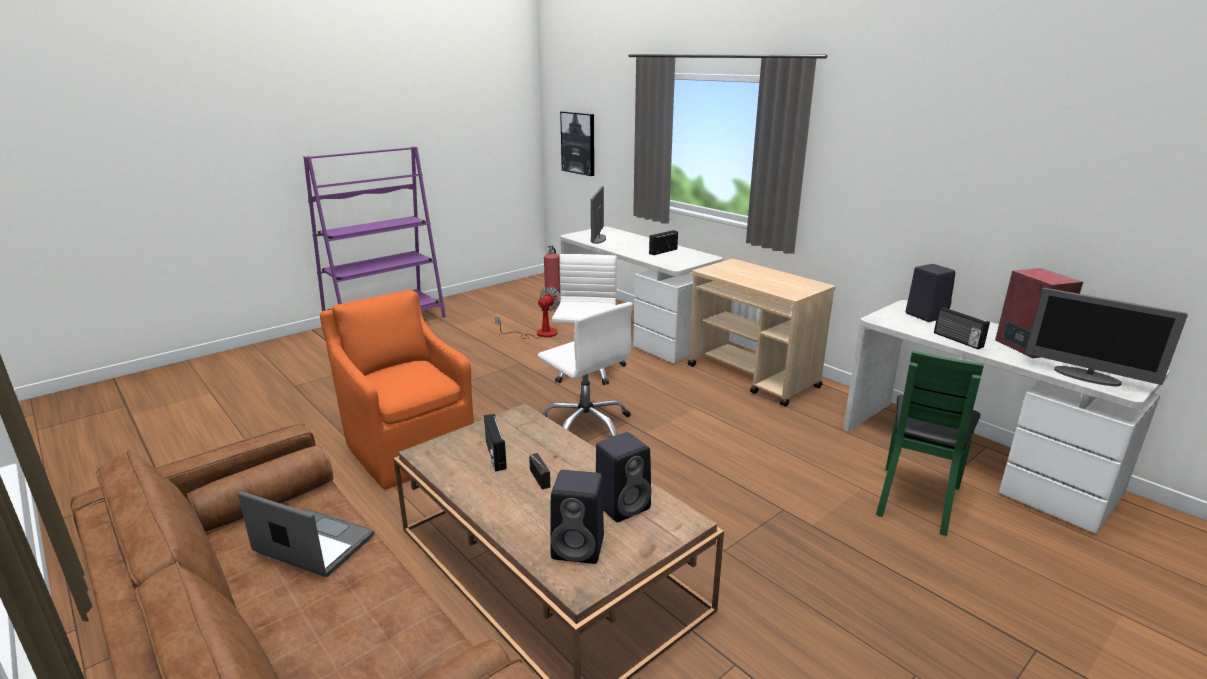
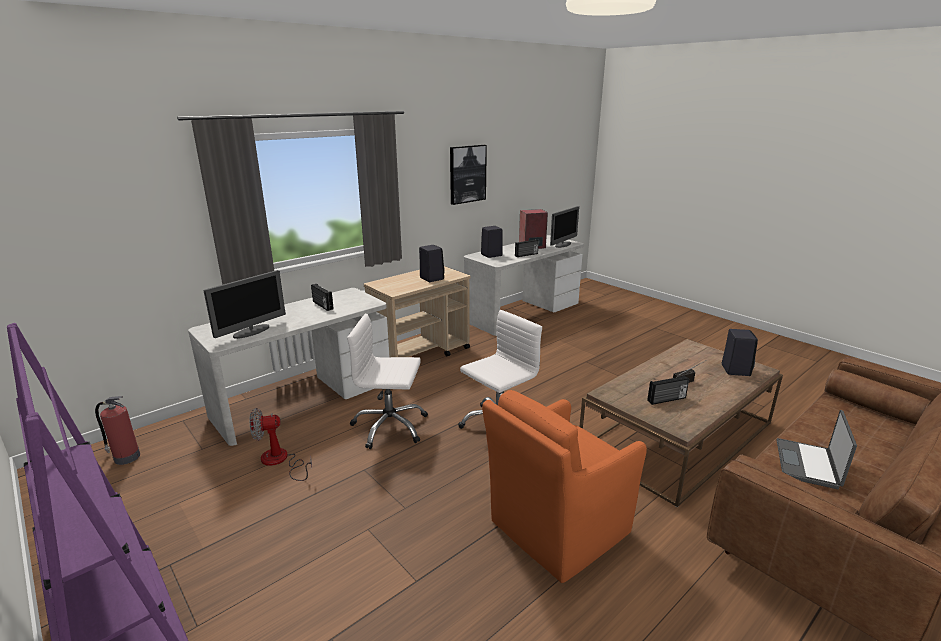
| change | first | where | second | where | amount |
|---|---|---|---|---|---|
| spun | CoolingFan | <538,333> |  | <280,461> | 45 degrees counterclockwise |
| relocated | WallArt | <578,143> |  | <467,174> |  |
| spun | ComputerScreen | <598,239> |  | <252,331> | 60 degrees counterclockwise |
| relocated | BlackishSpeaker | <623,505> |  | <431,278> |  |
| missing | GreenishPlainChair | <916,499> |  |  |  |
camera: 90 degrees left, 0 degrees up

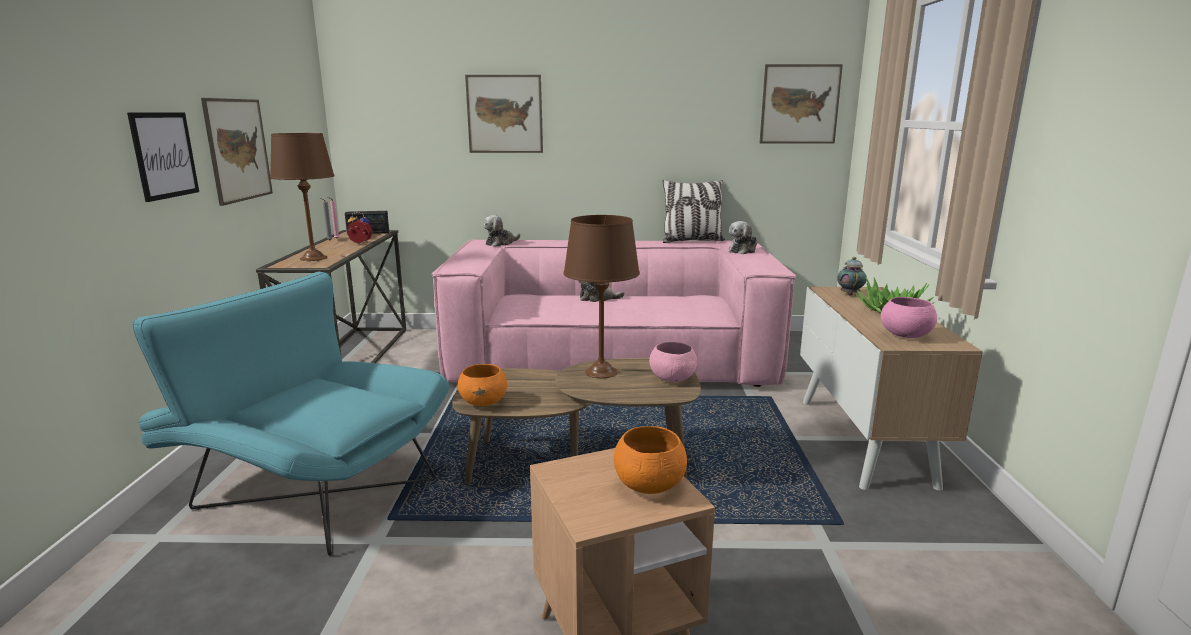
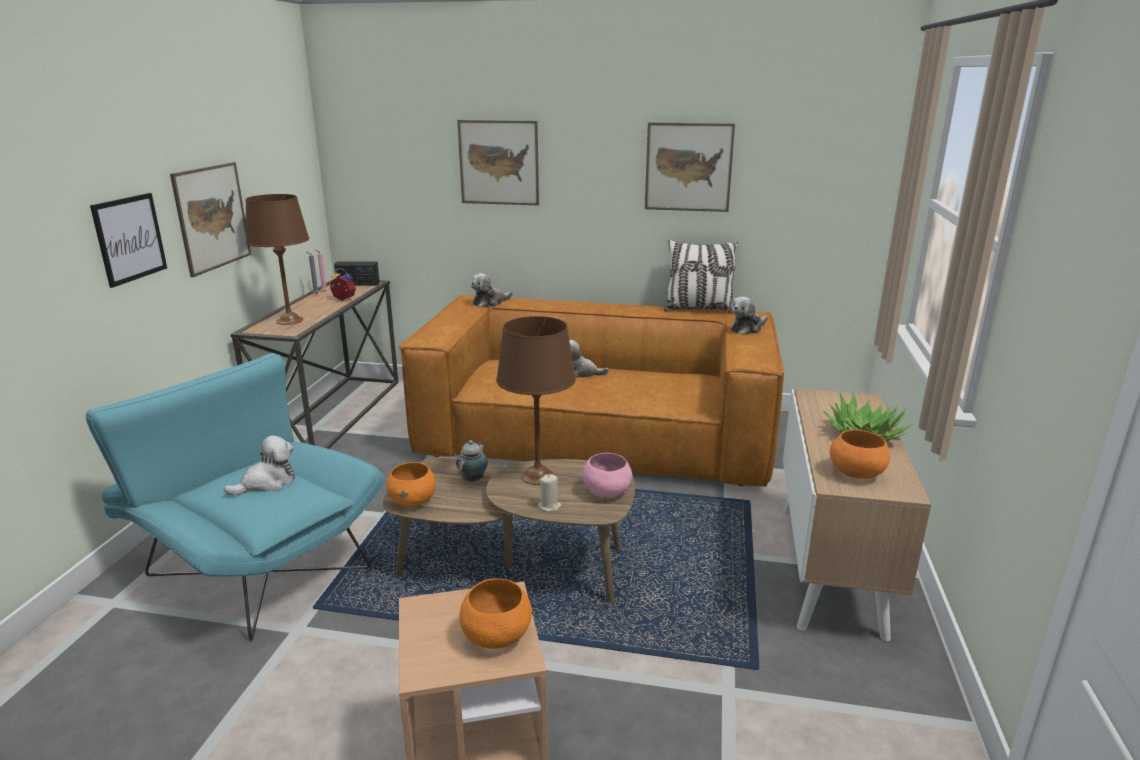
| change | first | where | second | where | amount |
|---|---|---|---|---|---|
| colour | PinkishCouch | <611,358> | BrownColouredCouch | <596,435> |  |
| relocated | WallArt | <800,104> |  | <688,167> |  |
| relocated | PotForTea | <849,294> |  | <473,479> |  |
| colour | PinkishDeepDish | <906,336> | OrangeColouredDeepDish | <856,474> |  |
| appeared |  |  | SoftToy | <267,483> |  |
| appeared |  |  | SandColouredWaxLight | <549,506> |  |
camera: 10 degrees right, 5 degrees up

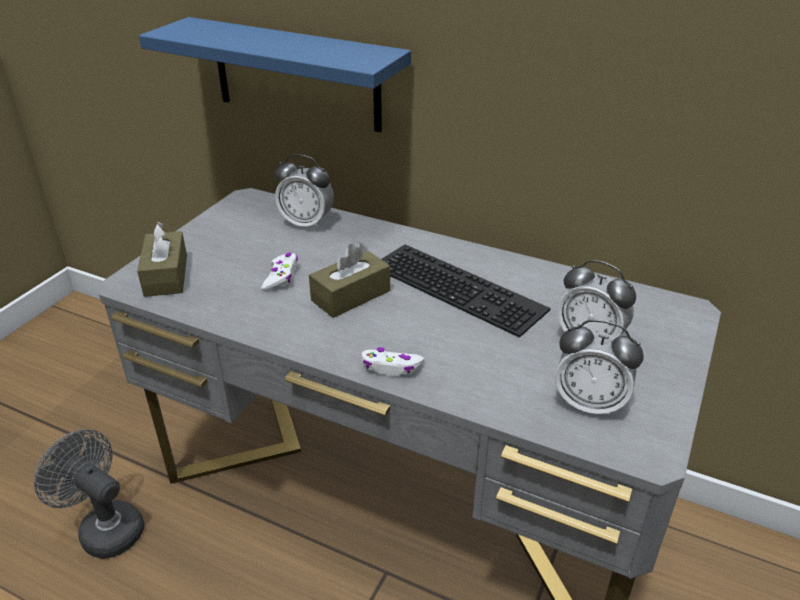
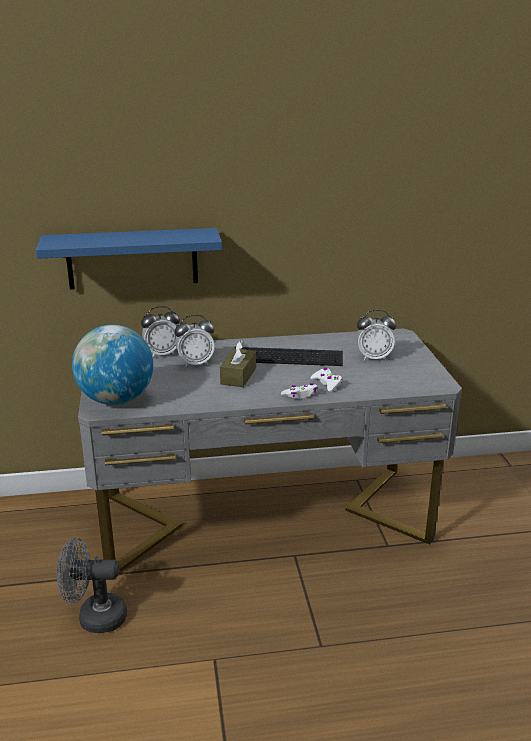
| change | first | where | second | where | amount |
|---|---|---|---|---|---|
| exchanged | BrownColouredTissueBox | <166,275> | DeskGlobe | <116,400> |  |
| relocated | WhiteJoypad | <281,277> |  | <327,383> |  |
| relocated | BedsideClock | <589,404> |  | <195,363> |  |
camera: 35 degrees left, 10 degrees down

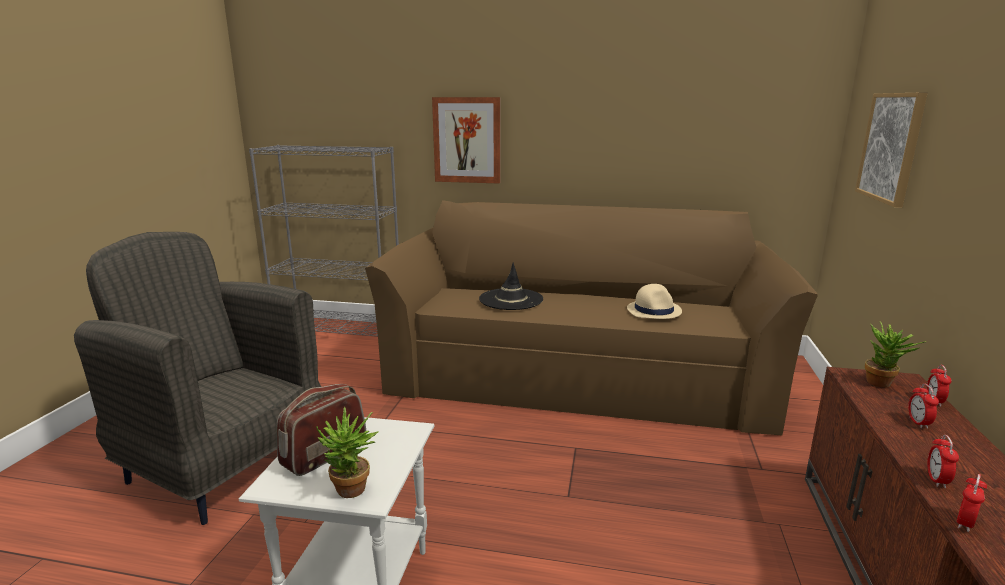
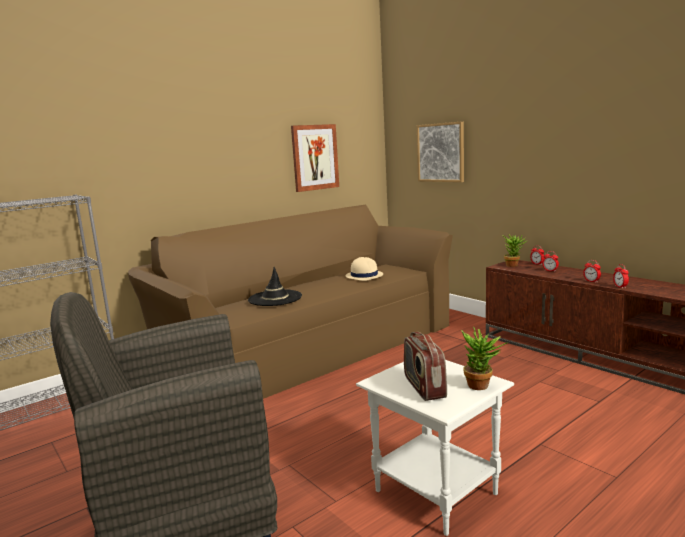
| change | first | where | second | where | amount |
|---|---|---|---|---|---|
| relocated | WallArt | <467,140> |  | <315,157> |  |
camera: 50 degrees left, 5 degrees down

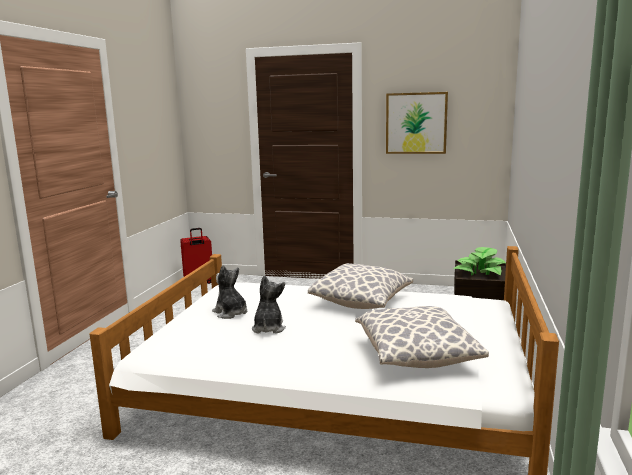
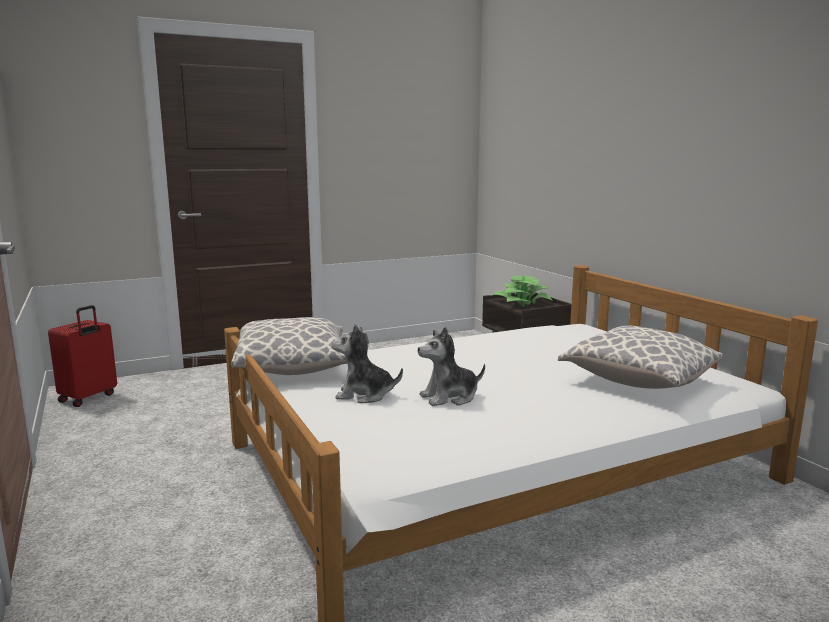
| change | first | where | second | where | amount |
|---|---|---|---|---|---|
| spun | SoftToy | <268,328> |  | <449,397> | 75 degrees counterclockwise |
| relocated | Pillow | <361,302> |  | <293,368> |  |
| missing | WallArt | <416,123> |  |  |  |
camera: 40 degrees left, 0 degrees up

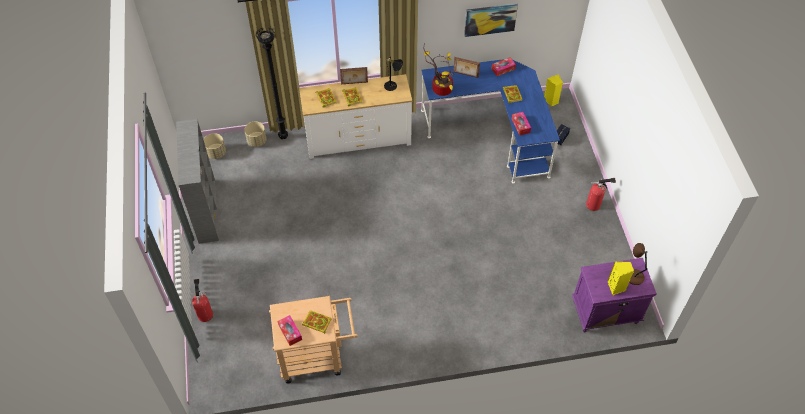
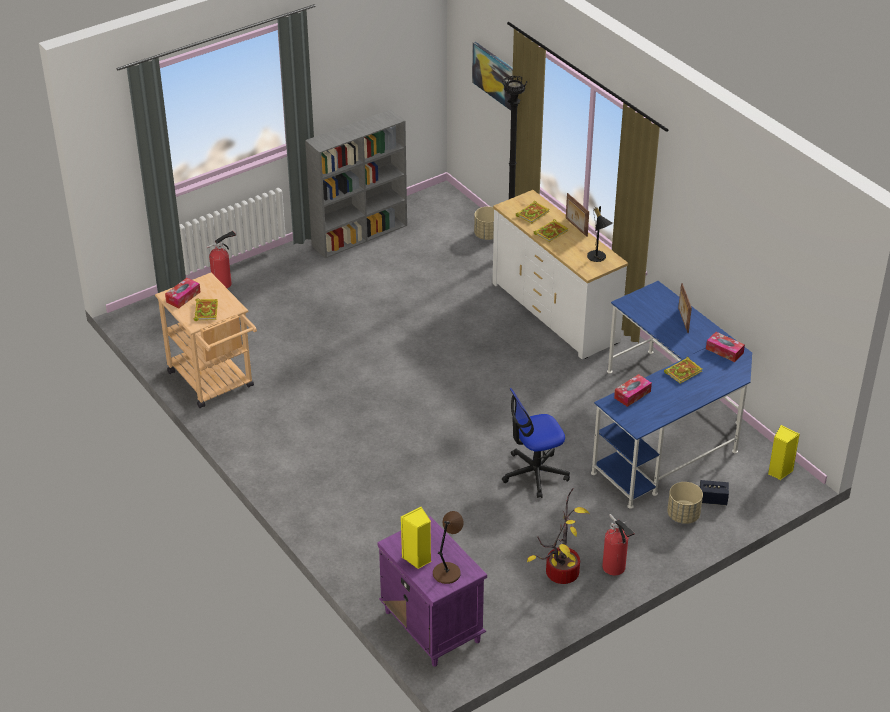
| change | first | where | second | where | amount |
|---|---|---|---|---|---|
| relocated | SandColouredFlowerPot | <216,153> |  | <683,515> |  |
| relocated | PottedPlant | <440,89> |  | <561,570> |  |
| relocated | WallArt | <490,19> |  | <495,76> |  |
| appeared |  |  | DeskChair | <534,473> |  |
camera: 65 degrees right, 15 degrees down

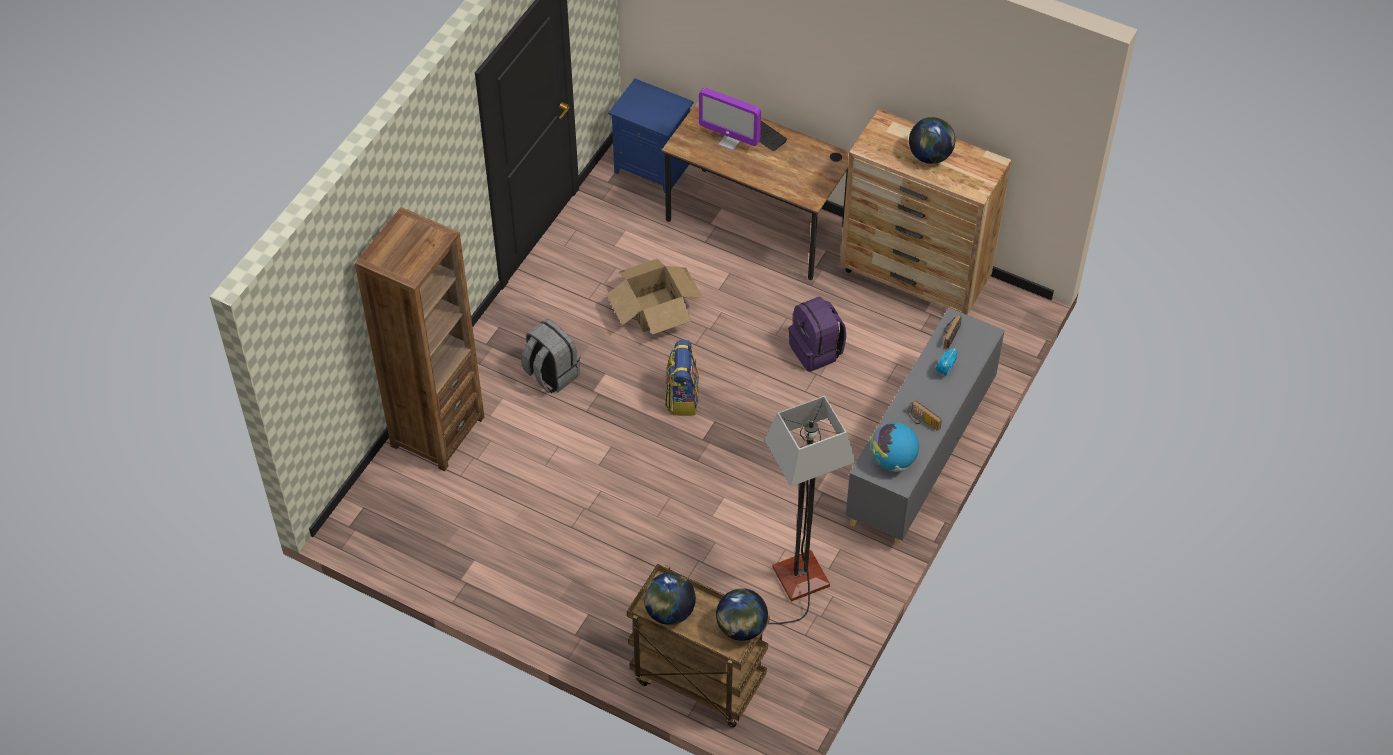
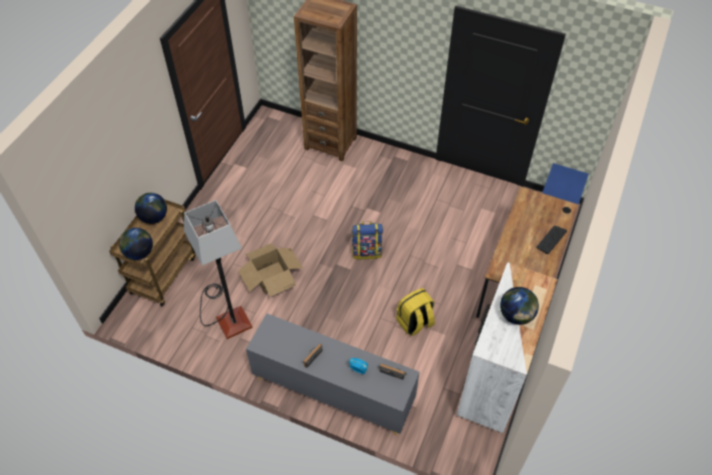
| change | first | where | second | where | amount |
|---|---|---|---|---|---|
| missing | GrayRucksack | <551,374> |  |  |  |
| relocated | CardboardBox | <654,309> |  | <272,277> |  |
| missing | ComputerScreen | <729,141> |  |  |  |
| colour | PurpleRucksack | <816,351> | YellowRucksack | <415,323> |  |
| colour | BrownColouredChestOfDrawers | <915,276> | WhiteChestOfDrawers | <493,383> |  |
| missing | DeskGlobe | <893,460> |  |  |  |
camera: 85 degrees right, 0 degrees up

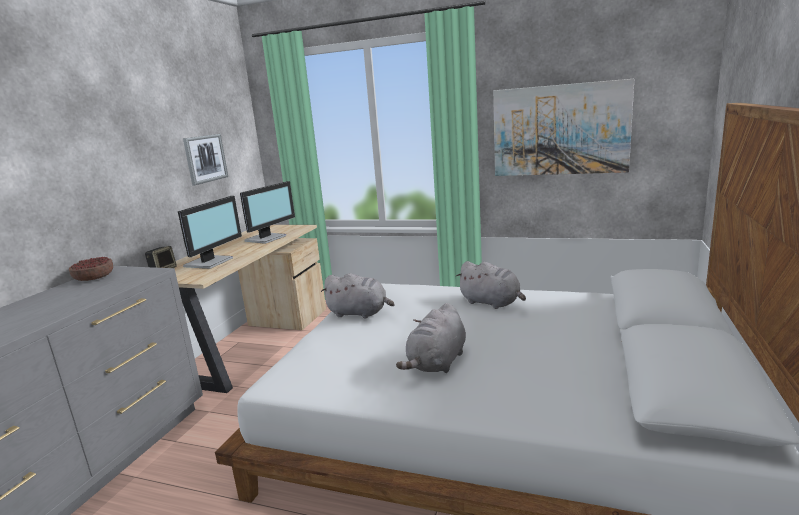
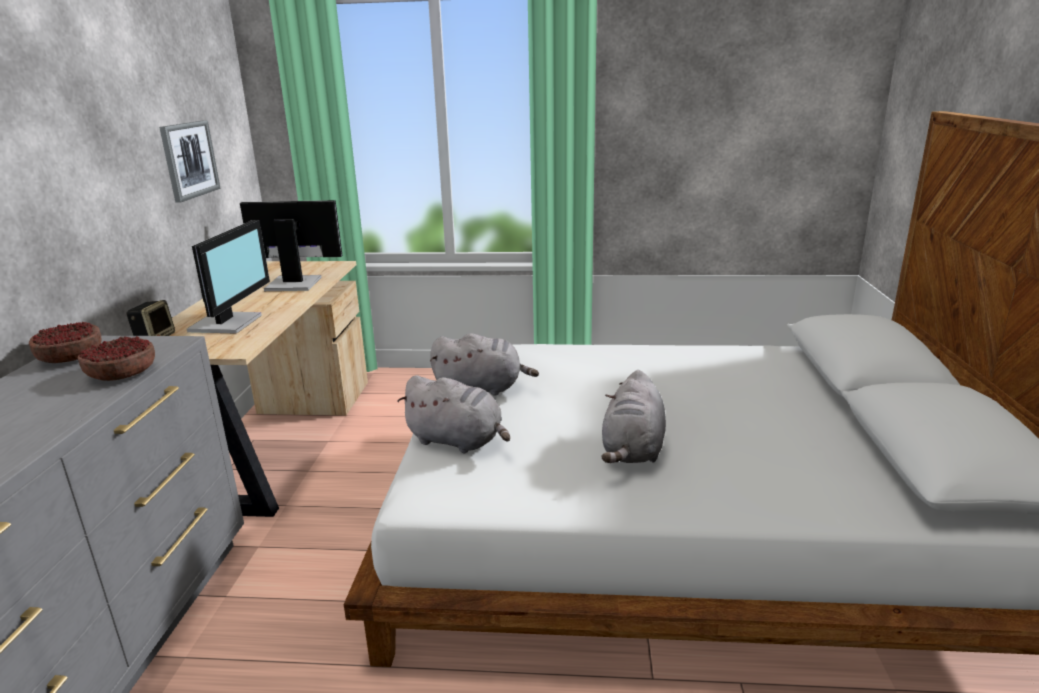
| change | first | where | second | where | amount |
|---|---|---|---|---|---|
| spun | ComputerScreen | <267,238> |  | <293,283> | 105 degrees counterclockwise |
| relocated | GraySoftToy | <492,303> |  | <458,441> |  |
| missing | WallArt | <560,130> |  |  |  |
| appeared |  |  | DeepDish | <121,374> |  |
camera: 15 degrees left, 5 degrees up

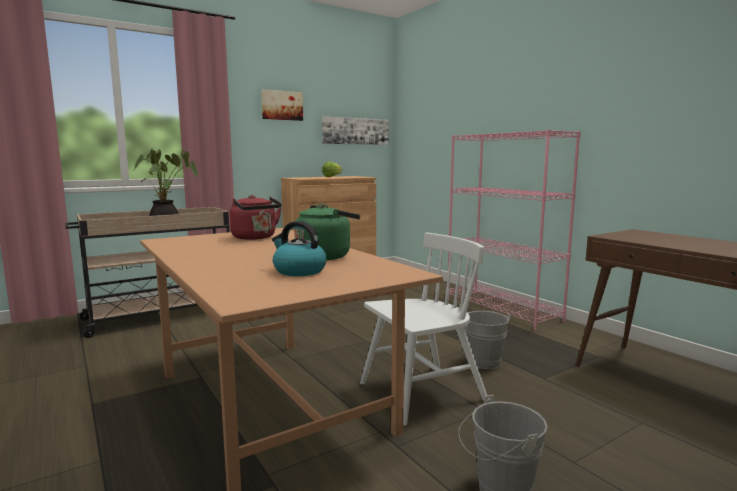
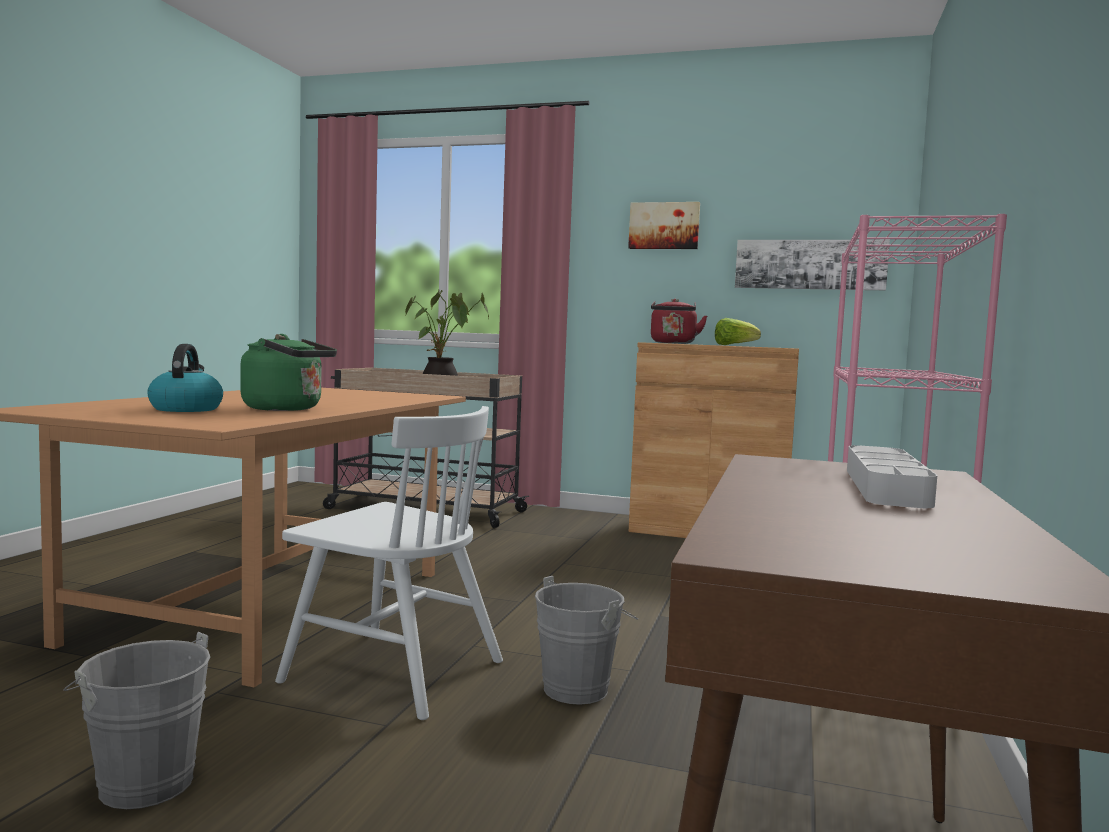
| change | first | where | second | where | amount |
|---|---|---|---|---|---|
| relocated | RedKettle | <256,238> |  | <673,343> |  |
| appeared |  |  | GrayCarryingTray | <885,486> |  |
camera: 50 degrees right, 5 degrees down

